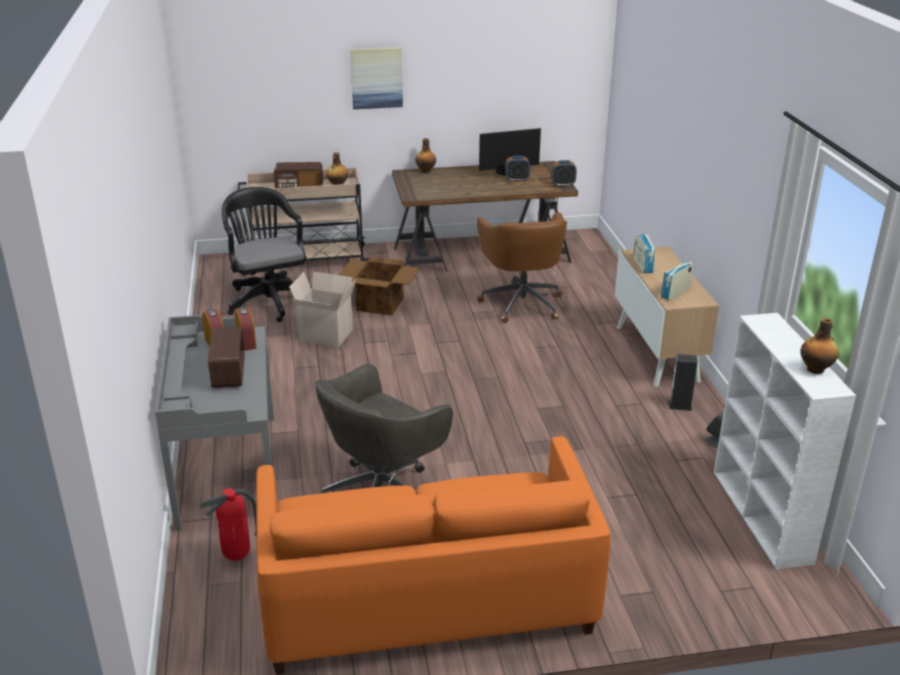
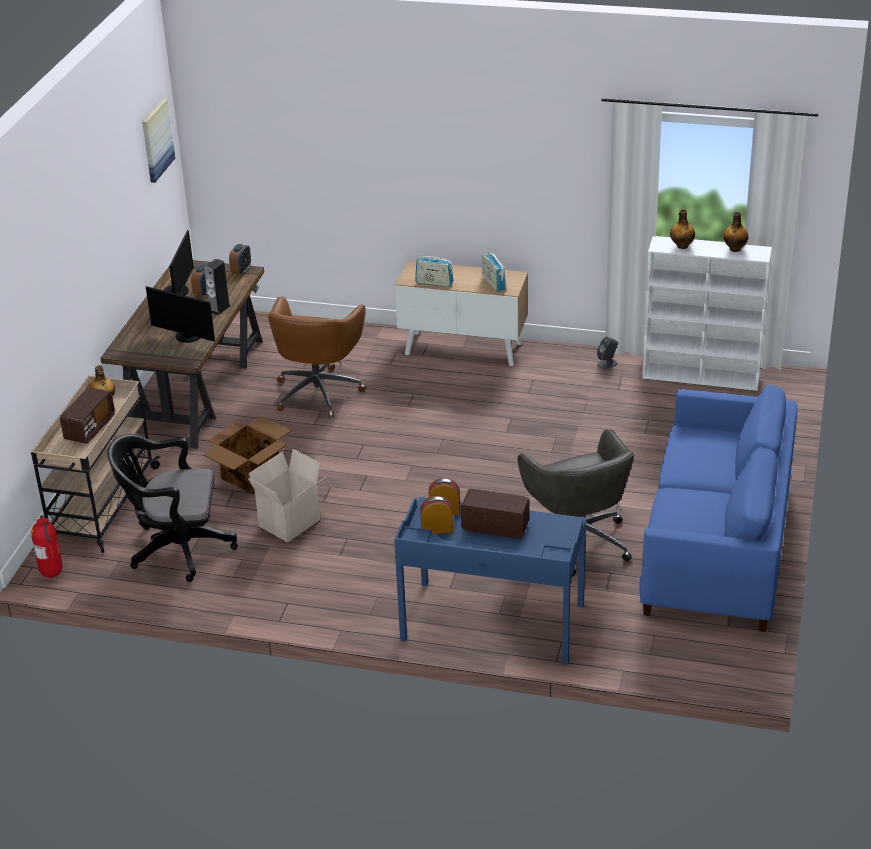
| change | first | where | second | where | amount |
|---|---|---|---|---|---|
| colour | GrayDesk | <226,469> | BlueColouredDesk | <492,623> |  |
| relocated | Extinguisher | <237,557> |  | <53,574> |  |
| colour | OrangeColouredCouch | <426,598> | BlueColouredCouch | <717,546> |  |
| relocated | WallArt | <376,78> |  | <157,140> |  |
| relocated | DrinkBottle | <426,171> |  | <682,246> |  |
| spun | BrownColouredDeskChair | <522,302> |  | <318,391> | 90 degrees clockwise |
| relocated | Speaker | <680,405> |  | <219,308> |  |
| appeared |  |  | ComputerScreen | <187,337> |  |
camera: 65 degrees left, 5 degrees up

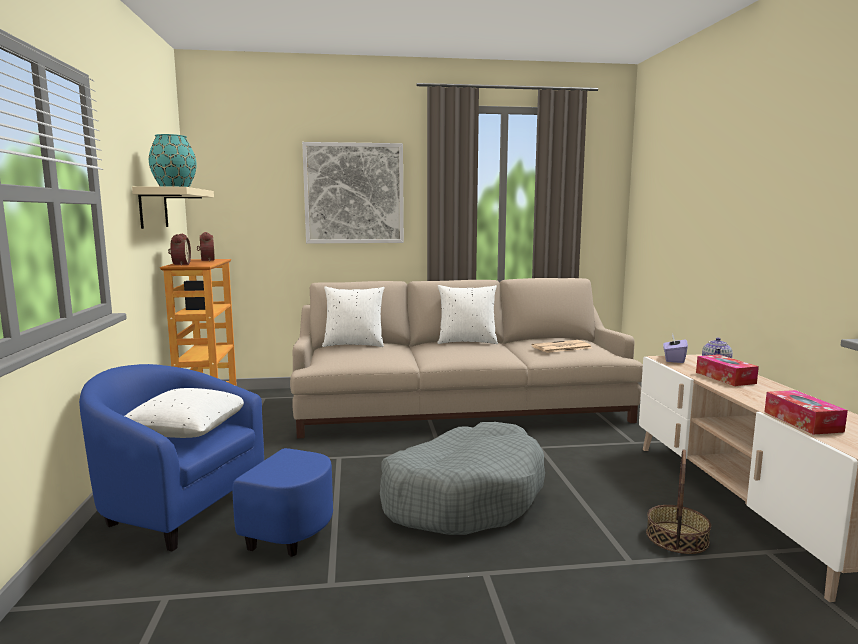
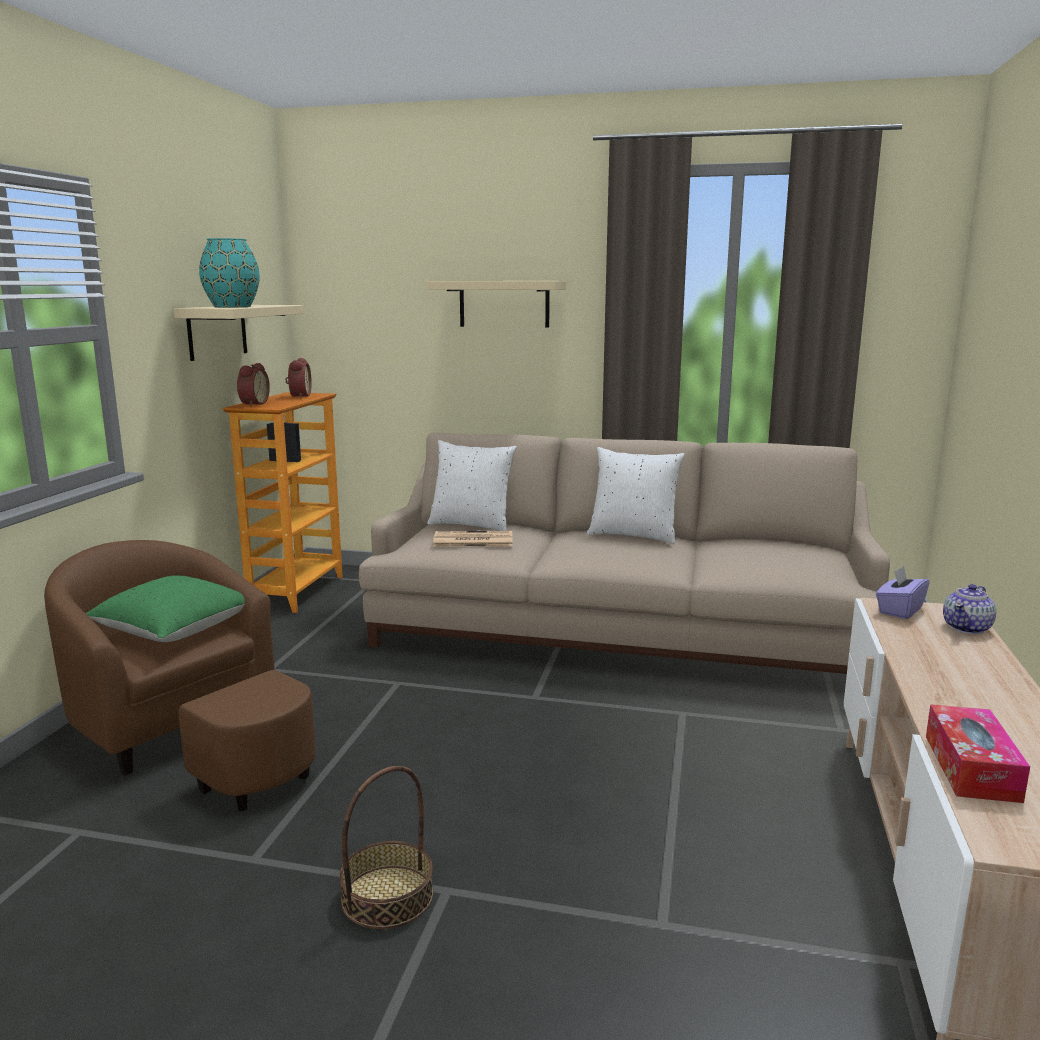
| change | first | where | second | where | amount |
|---|---|---|---|---|---|
| colour | BlueColouredArmchair | <203,517> | BrownColouredArmchair | <186,737> |  |
| colour | WhitePillow | <186,431> | GreenishPillow | <174,631> |  |
| exchanged | WallArt | <354,193> | SandColouredShelf | <504,304> |  |
| missing | GrayPetBed | <463,497> |  |  |  |
| relocated | PrintedPaper | <561,347> |  | <472,540> |  |
| relocated | HouseholdBasket | <677,537> |  | <387,897> |  |
| missing | TissueBox | <725,378> |  |  |  |
camera: 20 degrees right, 5 degrees up

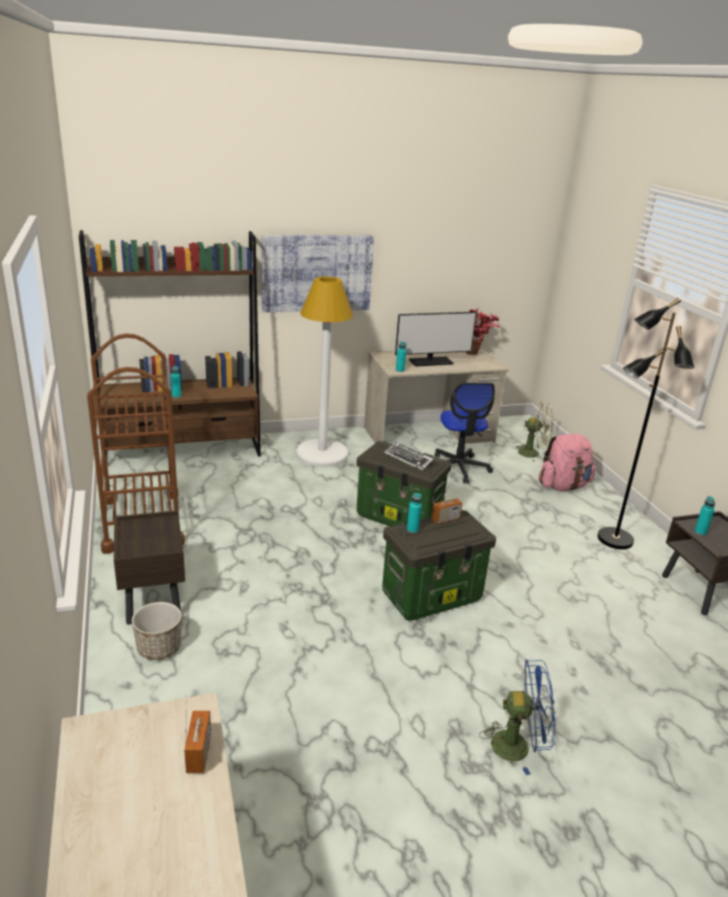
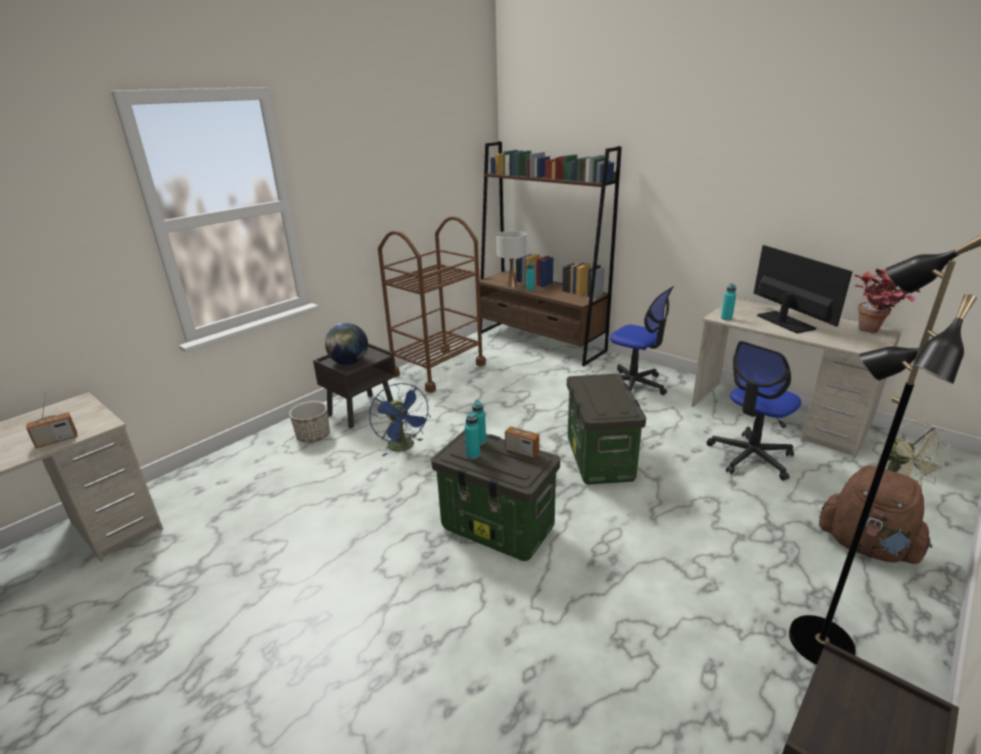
| change | first | where | second | where | amount |
|---|---|---|---|---|---|
| missing | WallArt | <316,272> |  |  |  |
| exchanged | WhiteStandingLamp | <322,454> | DeskChair | <634,385> |  |
| missing | PcKeyboard | <408,459> |  |  |  |
| spun | ComputerScreen | <431,362> |  | <785,322> | 150 degrees counterclockwise |
| relocated | BlueColouredCoolingFan | <518,745> |  | <404,447> |  |
| colour | PinkishRucksack | <563,486> | BrownColouredRucksack | <866,546> |  |
| relocated | TurquoiseColouredDrinkBottle | <700,532> |  | <473,455> |  |
| appeared |  |  | DeskGlobe | <349,362> |  |
| appeared |  |  | WhiteTabletopLamp | <512,285> |  |
camera: 60 degrees right, 0 degrees up

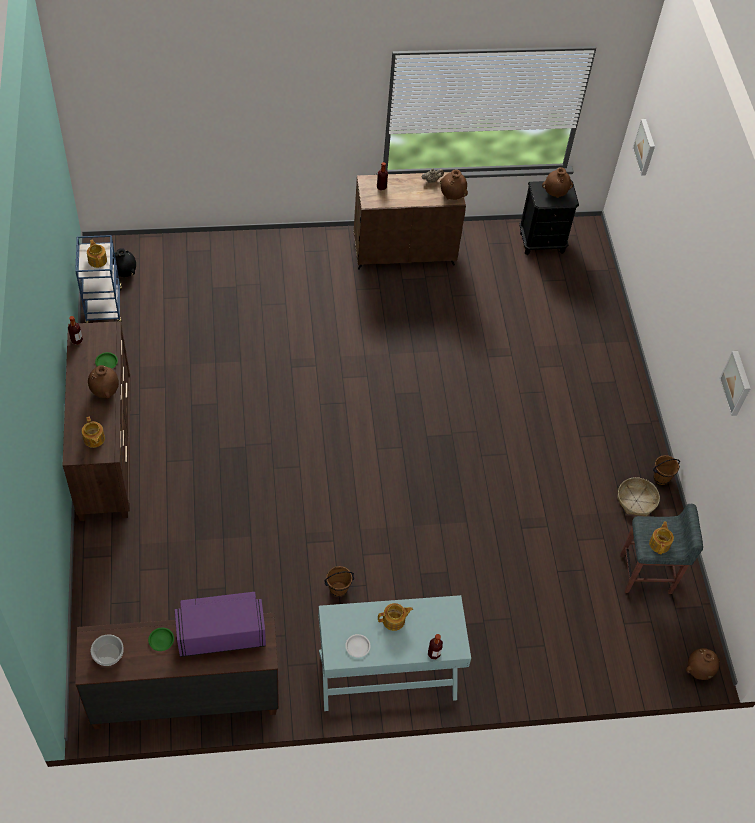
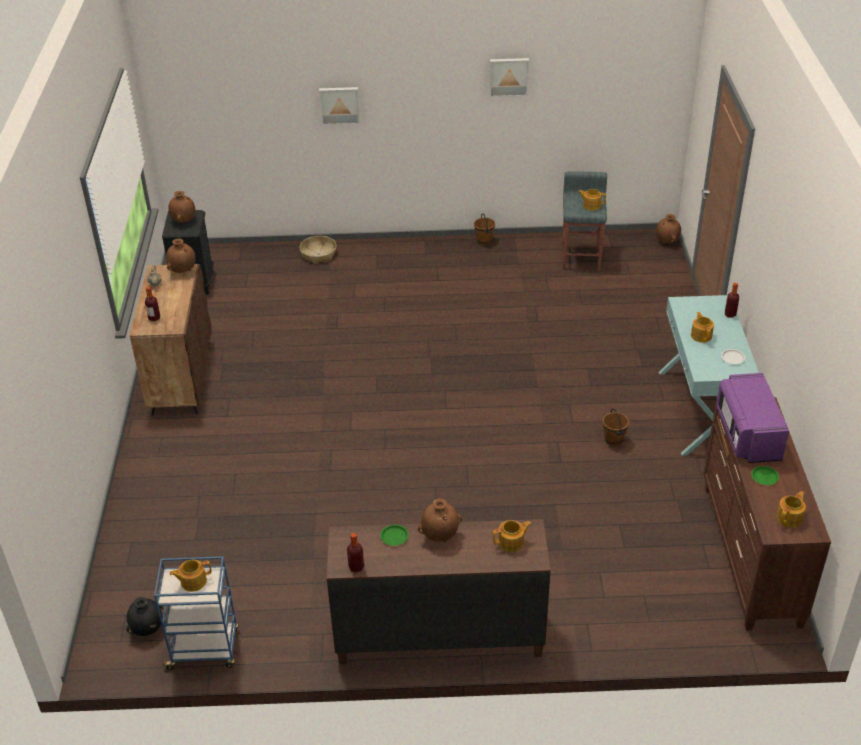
| change | first | where | second | where | amount |
|---|---|---|---|---|---|
| exchanged | DeepDish | <108,654> | PotForTea | <790,517> |  |
| relocated | HouseholdBasket | <636,500> |  | <318,254> |  |
| relocated | WallArt | <645,147> |  | <339,105> |  |
camera: 80 degrees left, 15 degrees down

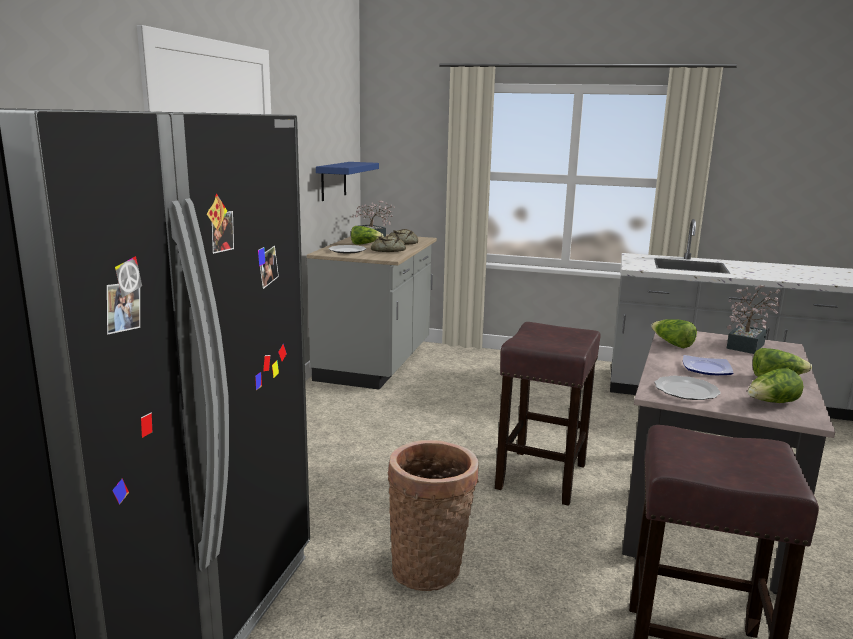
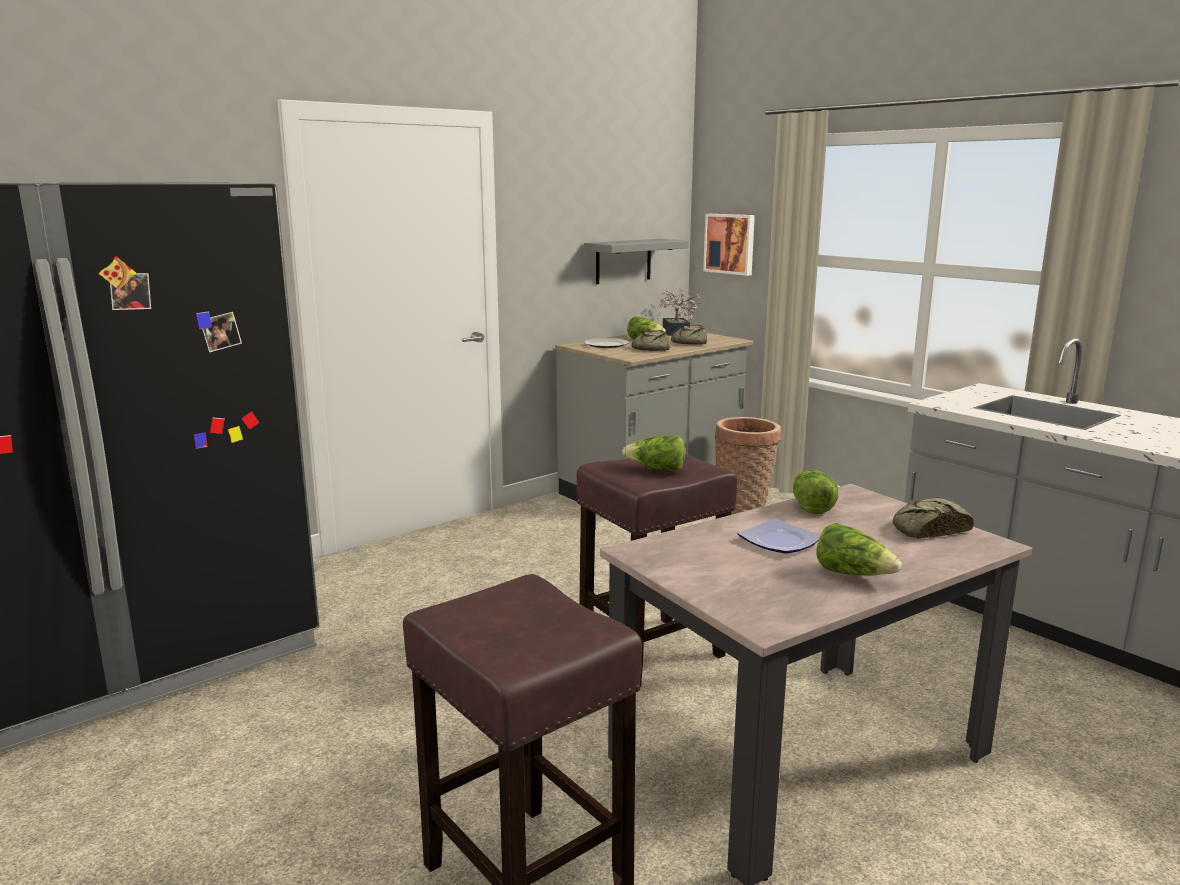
| change | first | where | second | where | amount |
|---|---|---|---|---|---|
| colour | BlueColouredShelf | <333,181> | GrayShelf | <623,261> |  |
| relocated | HouseholdBasket | <430,568> |  | <743,509> |  |
| missing | FlatDish | <686,391> |  |  |  |
| exchanged | PottedPlant | <747,345> | BakeryBread | <928,529> |  |
| relocated | HeadOfLettuce | <772,403> |  | <657,469> |  |
| appeared |  |  | WallArt | <730,243> |  |
camera: 35 degrees right, 0 degrees up

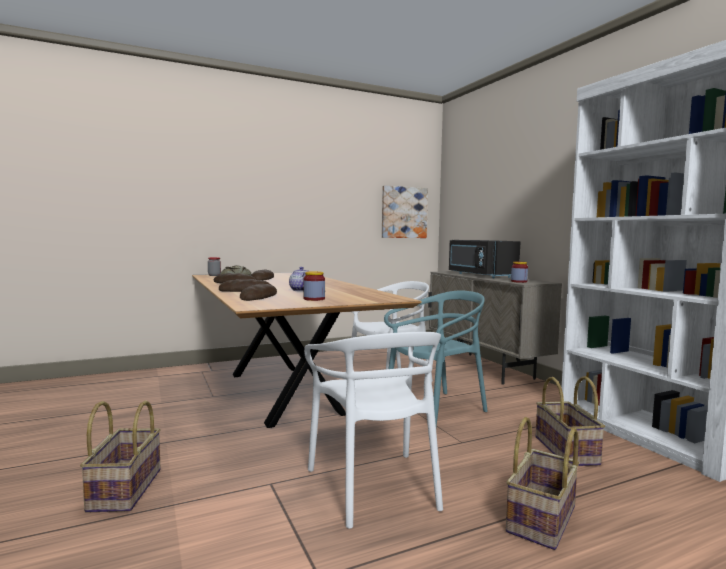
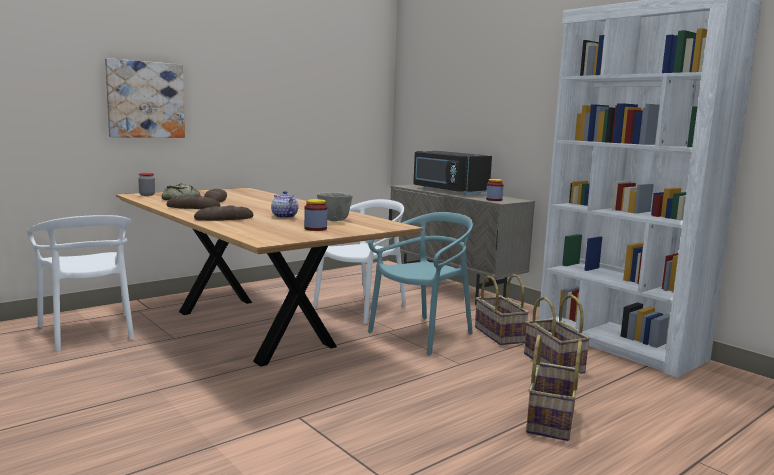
| change | first | where | second | where | amount |
|---|---|---|---|---|---|
| relocated | HouseholdBasket | <124,489> |  | <498,335> |  |
| missing | BakeryBread | <259,297> |  |  |  |
| relocated | WhitePlainChair | <374,486> |  | <89,332> |  |
| relocated | WallArt | <404,212> |  | <145,99> |  |
| appeared |  |  | GrayDeepDish | <333,220> |  |
camera: 15 degrees left, 5 degrees up

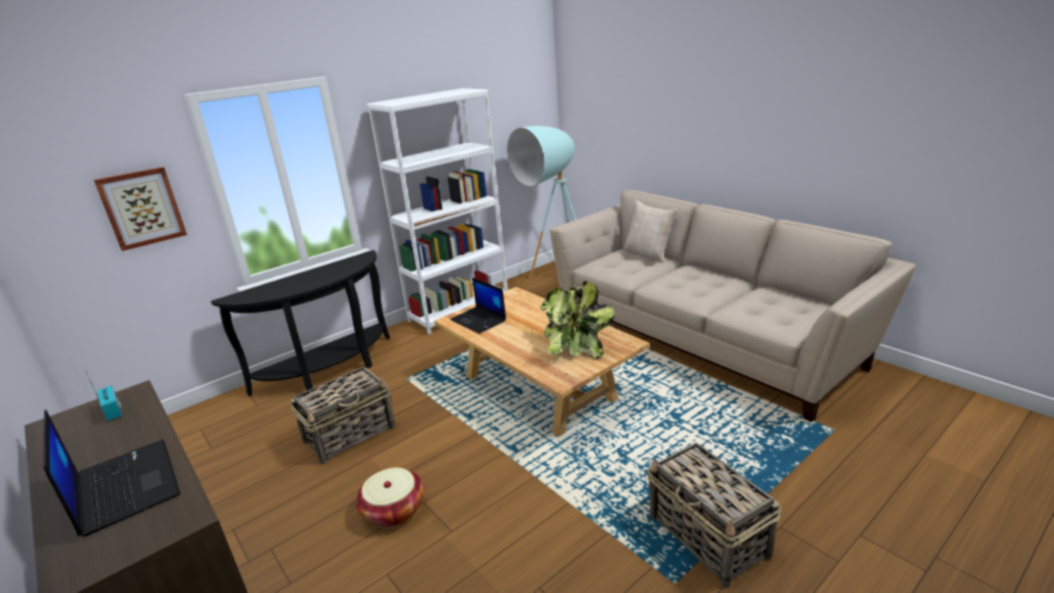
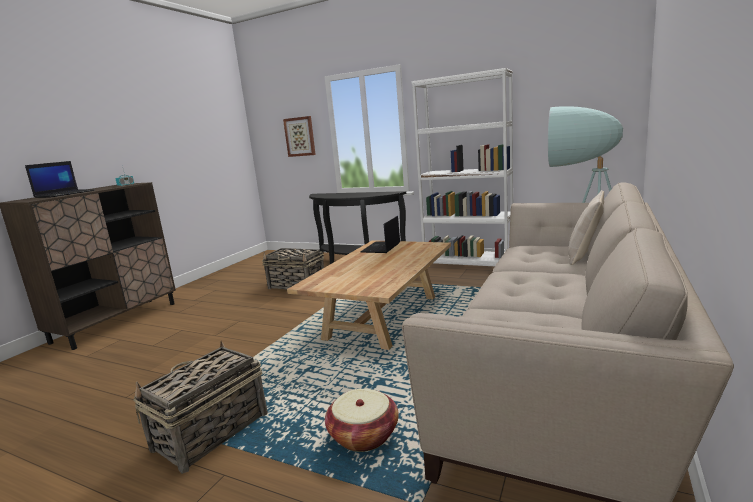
| change | first | where | second | where | amount |
|---|---|---|---|---|---|
| relocated | HouseholdBasket | <394,510> |  | <364,435> |  |
| missing | PottedPlant | <573,347> |  |  |  |
camera: 65 degrees right, 10 degrees down

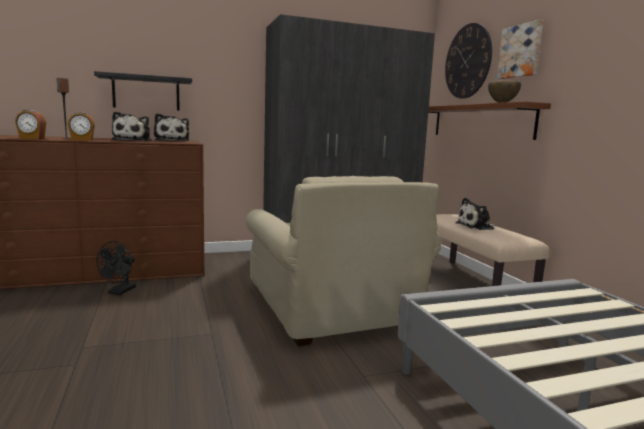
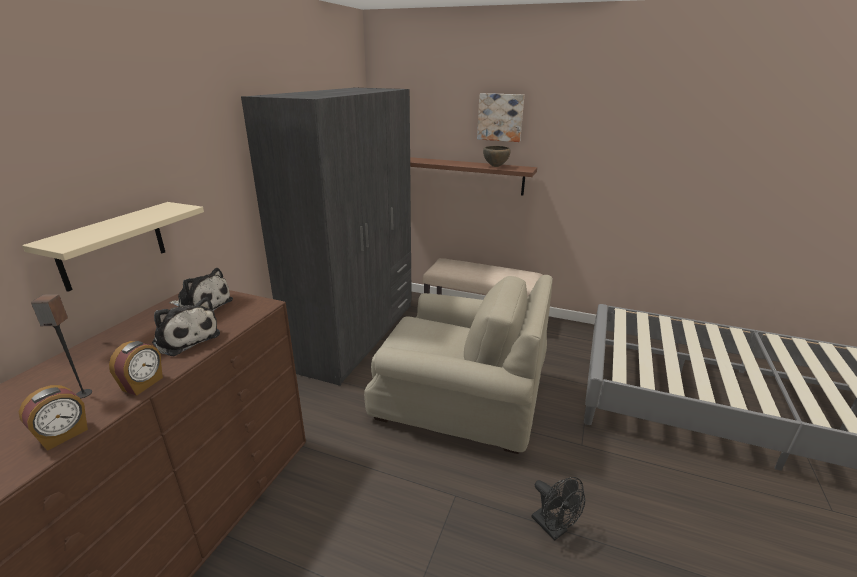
| change | first | where | second | where | amount |
|---|---|---|---|---|---|
| colour | BlackishShelf | <146,93> | SandColouredShelf | <112,245> |  |
| relocated | BlackishCoolingFan | <119,292> |  | <553,528> |  |
| missing | WallClock | <467,61> |  |  |  |
| missing | SoftToy | <476,226> |  |  |  |
camera: 50 degrees left, 15 degrees up

